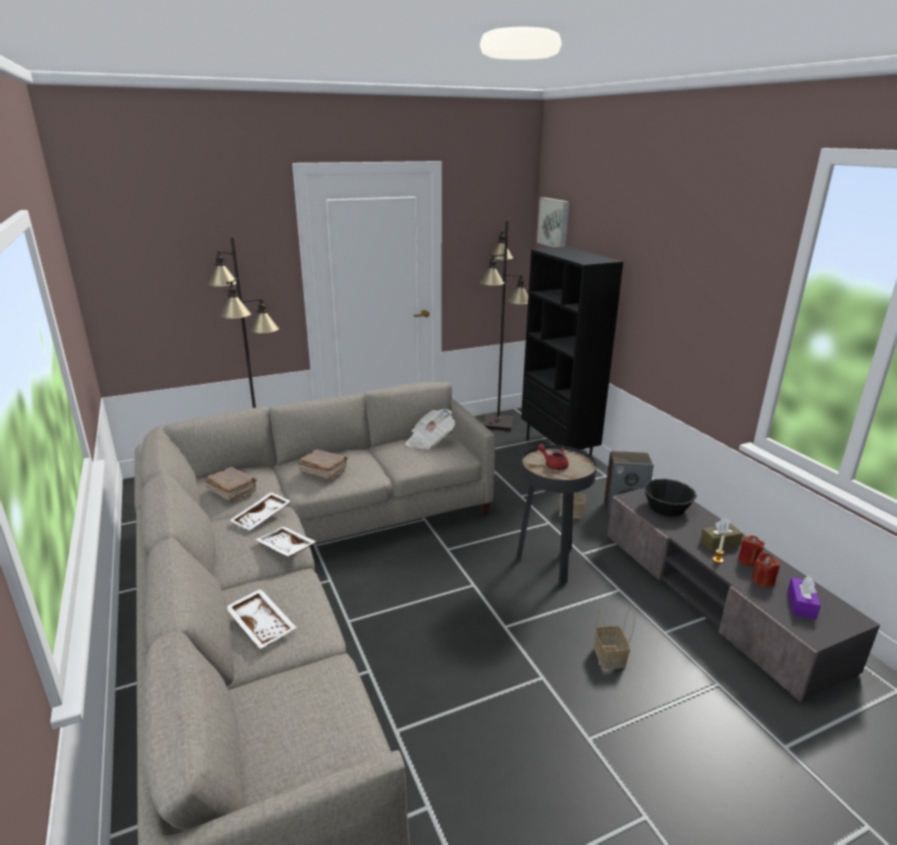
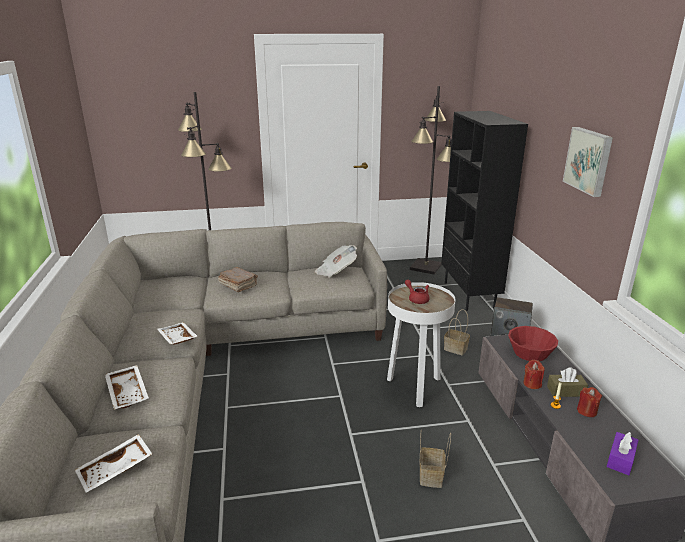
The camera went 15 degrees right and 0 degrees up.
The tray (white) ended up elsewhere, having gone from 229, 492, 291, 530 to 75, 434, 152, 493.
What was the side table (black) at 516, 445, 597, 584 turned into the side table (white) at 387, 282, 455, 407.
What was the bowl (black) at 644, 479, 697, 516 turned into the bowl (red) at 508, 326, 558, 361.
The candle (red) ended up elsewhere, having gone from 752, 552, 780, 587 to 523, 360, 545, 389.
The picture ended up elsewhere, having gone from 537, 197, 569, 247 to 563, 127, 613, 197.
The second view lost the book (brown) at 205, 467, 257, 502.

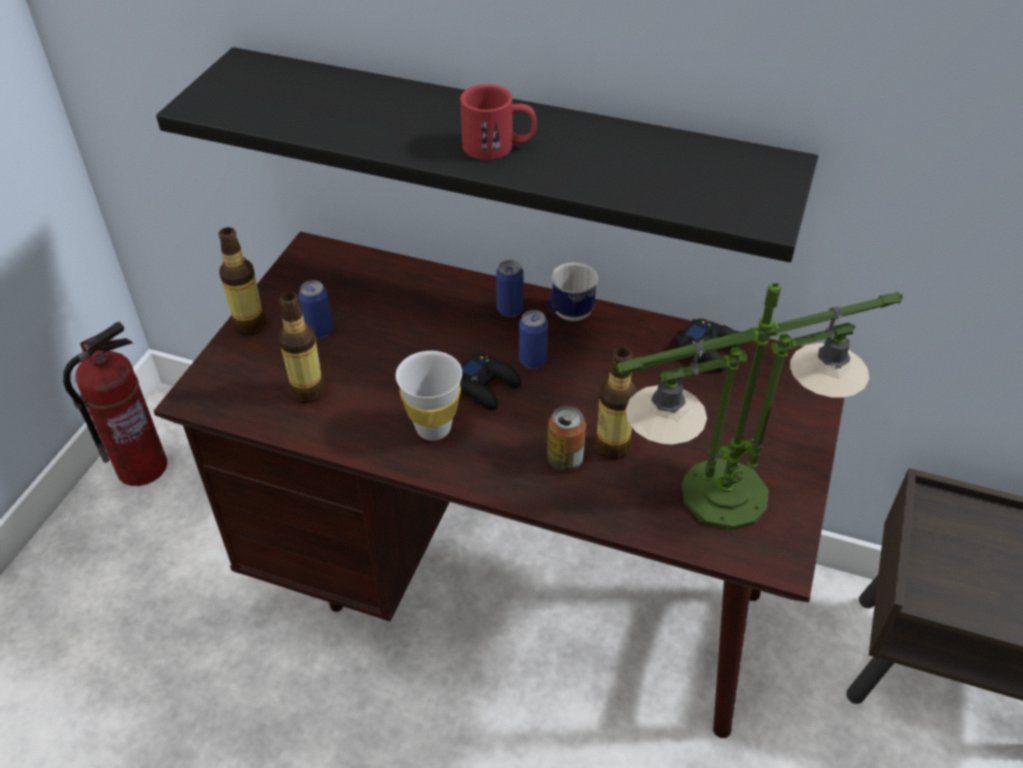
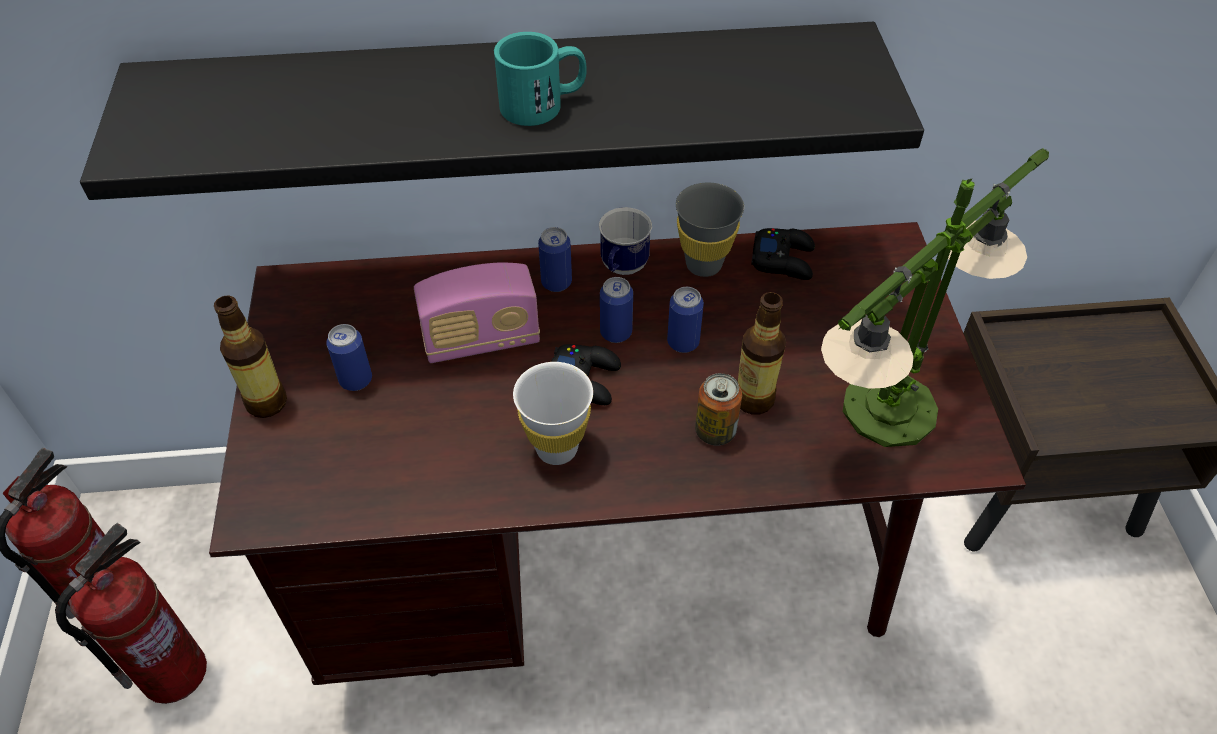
The camera went 25 degrees left and 5 degrees up.
The second view gained the fire extinguisher at 55, 523, 207, 704.
The second view gained the radio at 414, 263, 540, 363.
What was the mug (red) at 460, 84, 537, 160 turned into the mug (turquoise) at 494, 32, 587, 126.
The second view gained the can at 667, 287, 704, 353.
The second view gained the cup (grey) at 676, 183, 744, 277.
The second view lost the bottle at 278, 292, 325, 403.

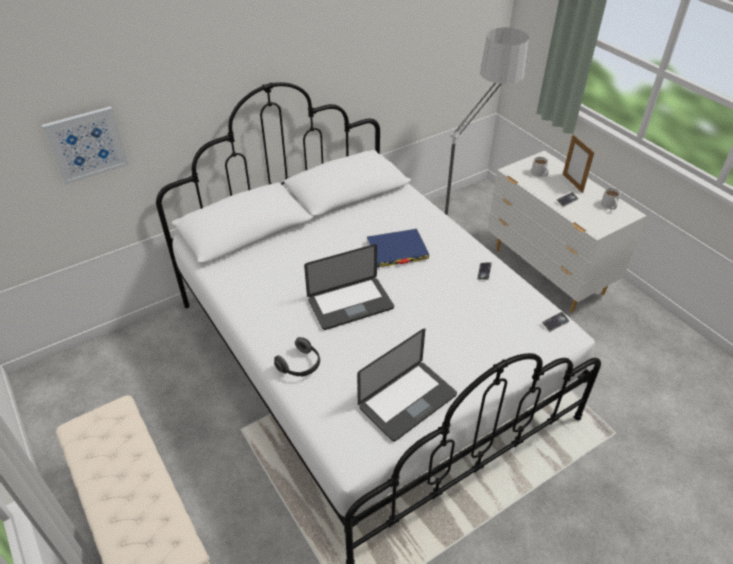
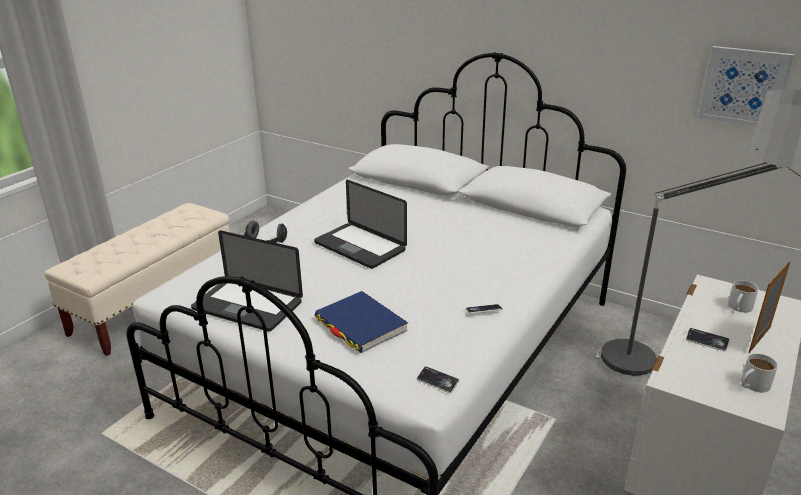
The camera went 65 degrees right and 15 degrees down.
The book (blue) ended up elsewhere, having gone from 367, 229, 429, 267 to 315, 291, 408, 353.
The picture ended up elsewhere, having gone from 42, 106, 129, 185 to 698, 46, 794, 126.

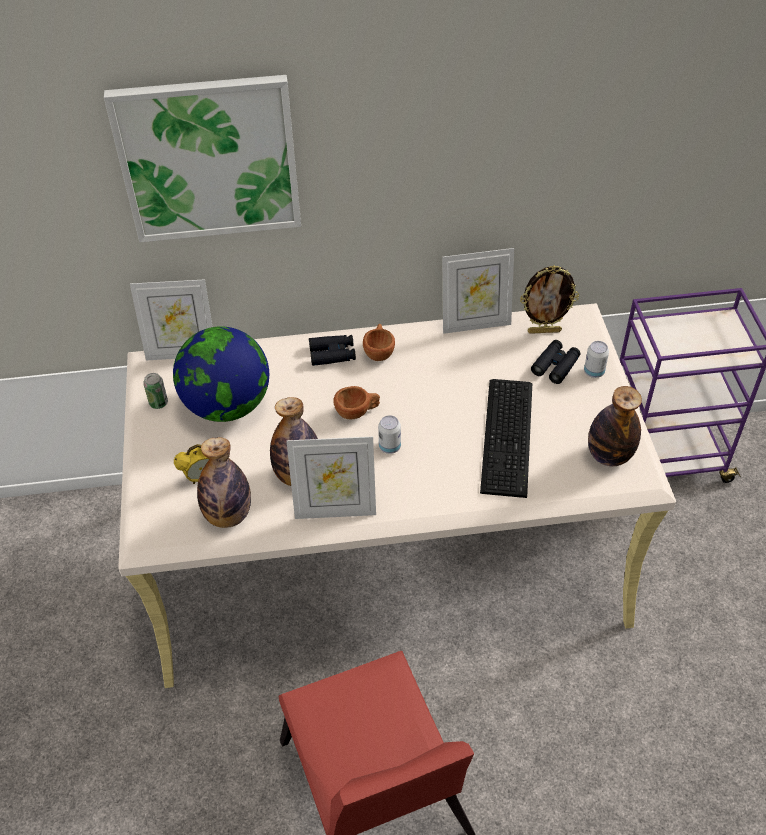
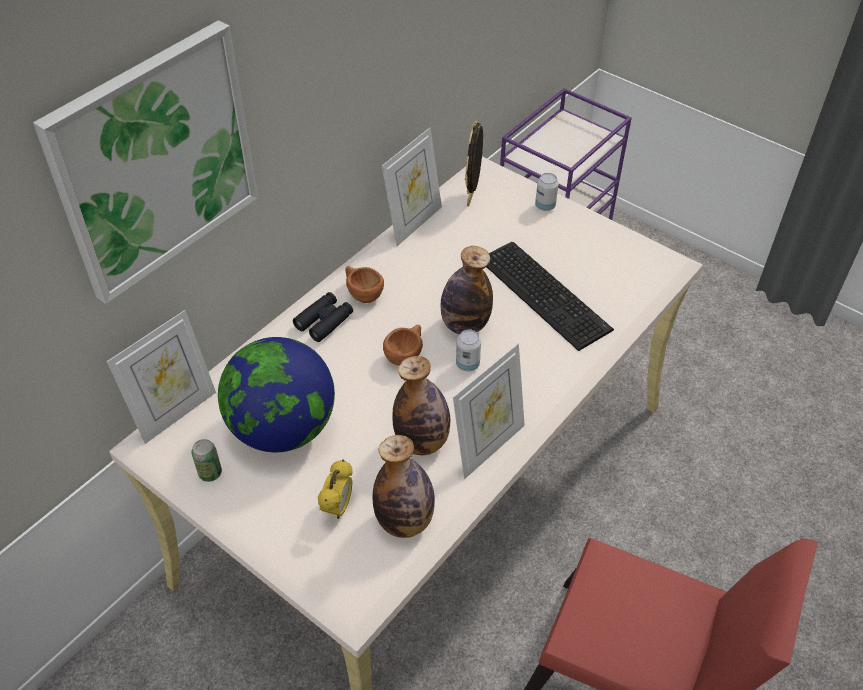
The camera went 45 degrees left and 0 degrees up.
The bottle ended up elsewhere, having gone from 588, 386, 642, 466 to 441, 246, 493, 334.
The picture frame at 520, 265, 579, 334 ended up facing another way, 150 degrees clockwise from before.
The second view lost the binoculars (black) at 531, 340, 580, 384.

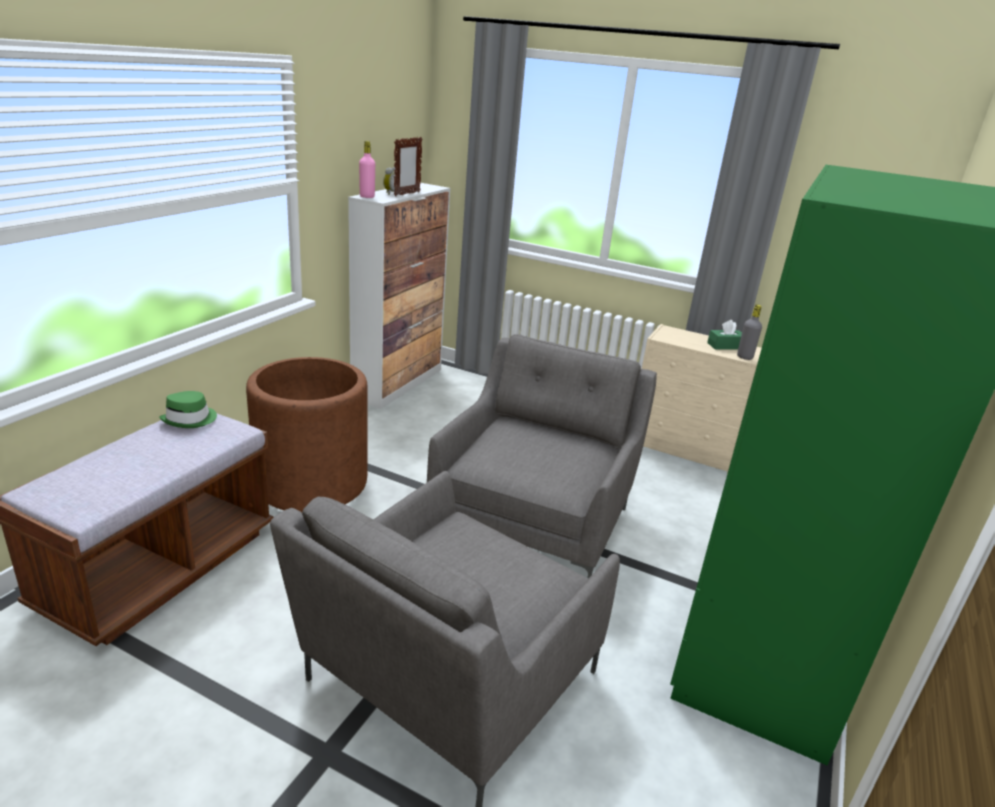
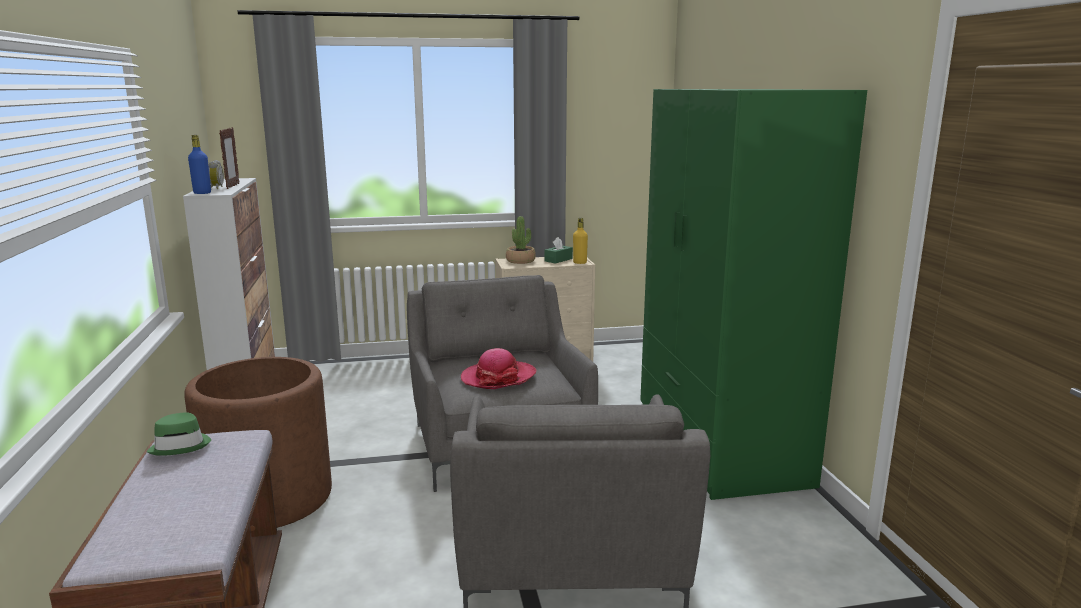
The camera went 35 degrees left and 10 degrees down.
What was the bottle (pink) at 359, 141, 375, 198 turned into the bottle (blue) at 188, 135, 211, 194.
The second view gained the hat at 461, 348, 536, 389.
The second view gained the potted plant at 506, 216, 536, 264.
What was the bottle (grey) at 737, 305, 762, 360 turned into the bottle (yellow) at 573, 218, 588, 264.

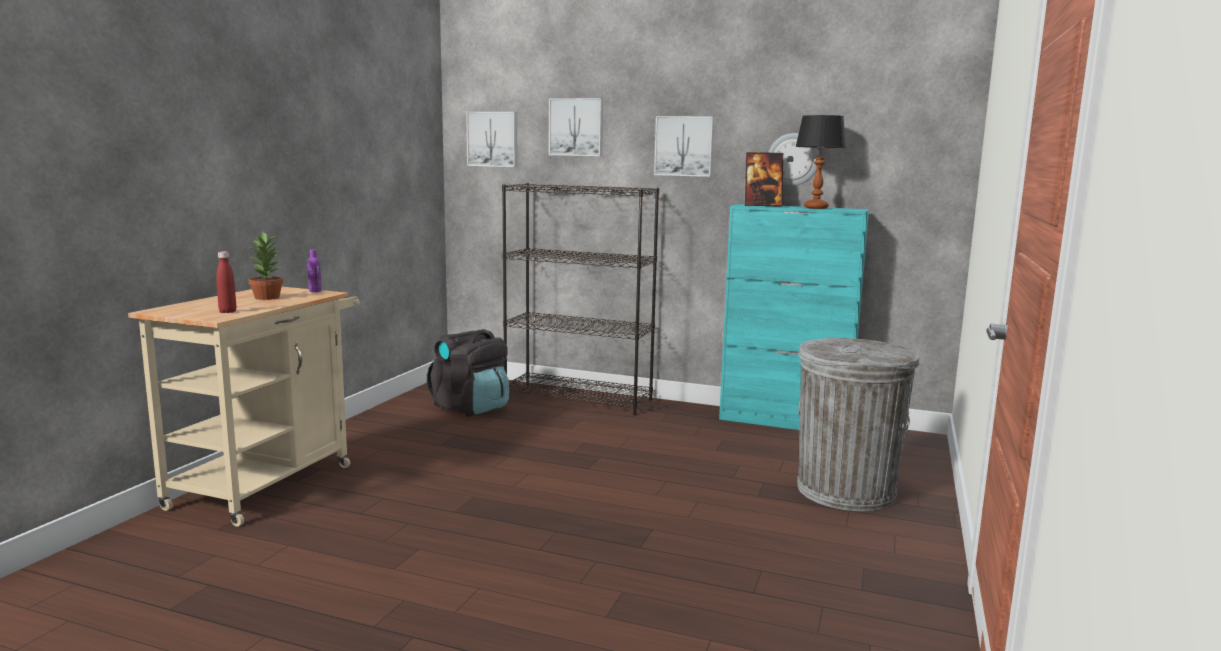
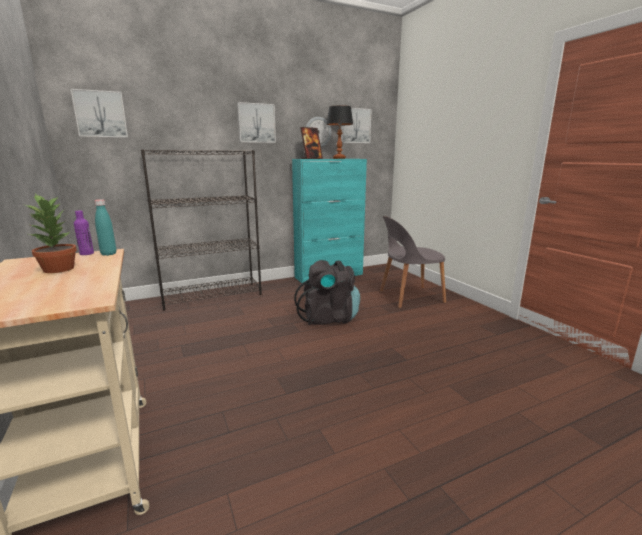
The camera went 45 degrees left and 5 degrees up.
The second view gained the bottle (turquoise) at 95, 199, 116, 256.
The backpack (black) ended up elsewhere, having gone from 427, 329, 509, 416 to 294, 260, 360, 325.
The picture ended up elsewhere, having gone from 549, 98, 603, 156 to 341, 108, 372, 143.
Where the trash can (grey) stood at 797, 338, 920, 511, the chair (grey) came to stand at 380, 216, 446, 308.
The second view lost the bottle (red) at 216, 251, 236, 313.

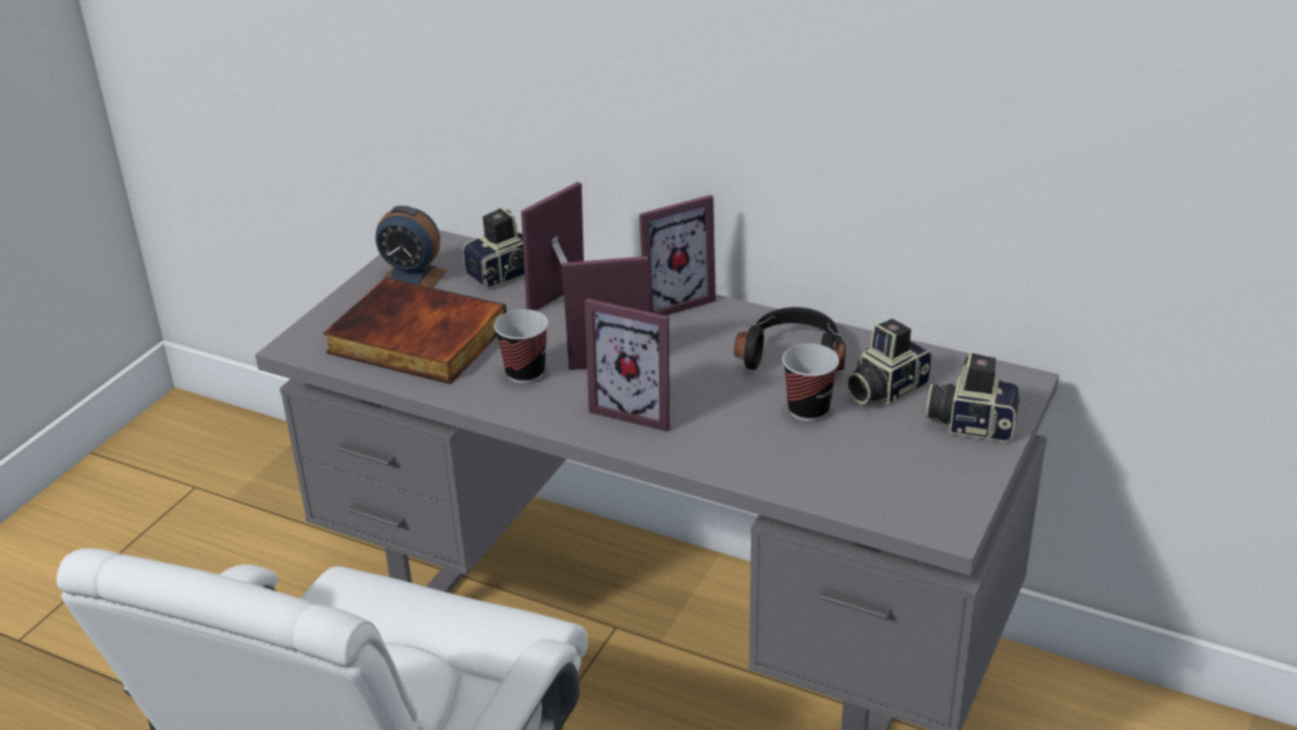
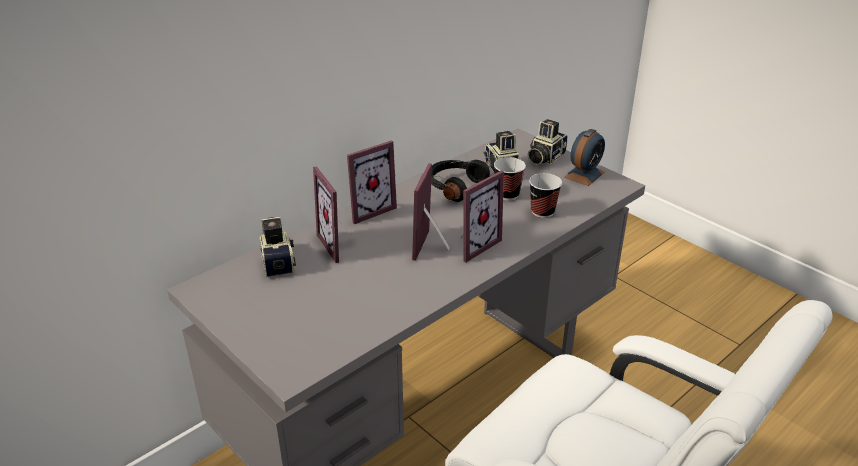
The camera went 70 degrees left and 0 degrees up.
The picture frame at 639, 195, 716, 316 ended up facing another way, 60 degrees clockwise from before.
The cup ended up elsewhere, having gone from 494, 309, 548, 384 to 529, 173, 562, 218.
The alarm clock ended up elsewhere, having gone from 375, 206, 447, 288 to 564, 129, 605, 186.
The second view lost the book at 324, 277, 507, 384.

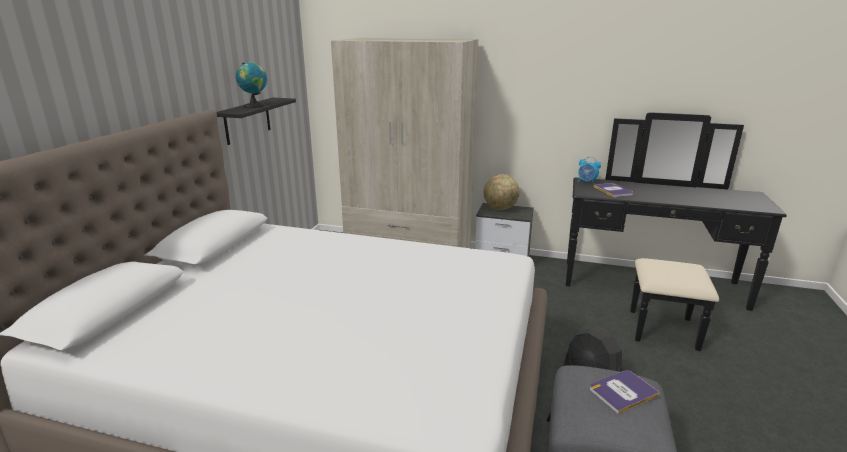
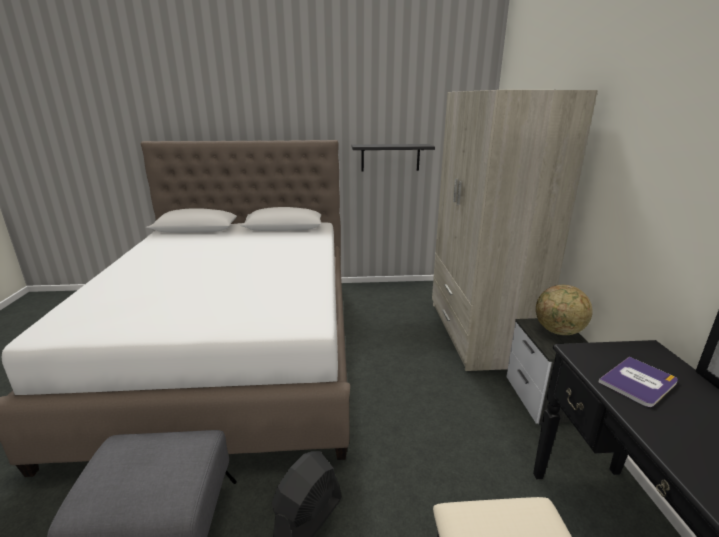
The camera went 70 degrees right and 0 degrees up.
The second view lost the globe at 236, 62, 267, 108.
The second view lost the alarm clock at 578, 157, 601, 184.
The second view lost the book at 590, 370, 660, 414.

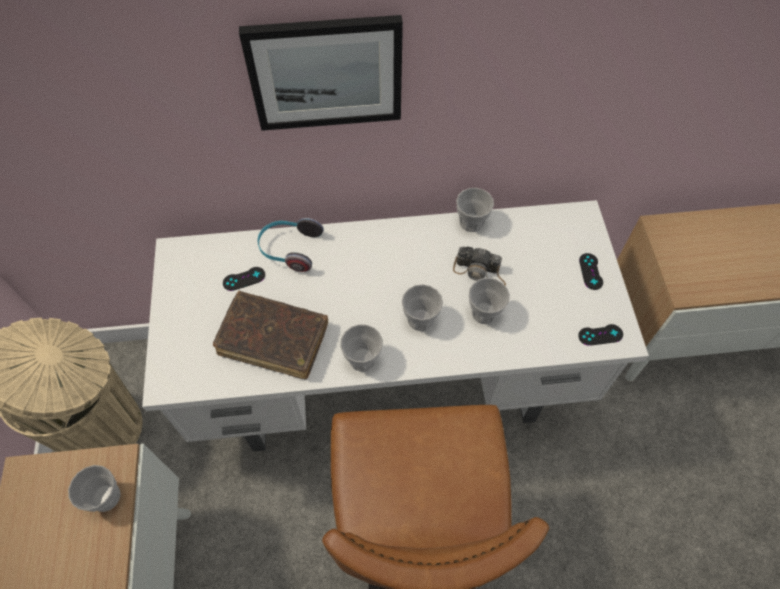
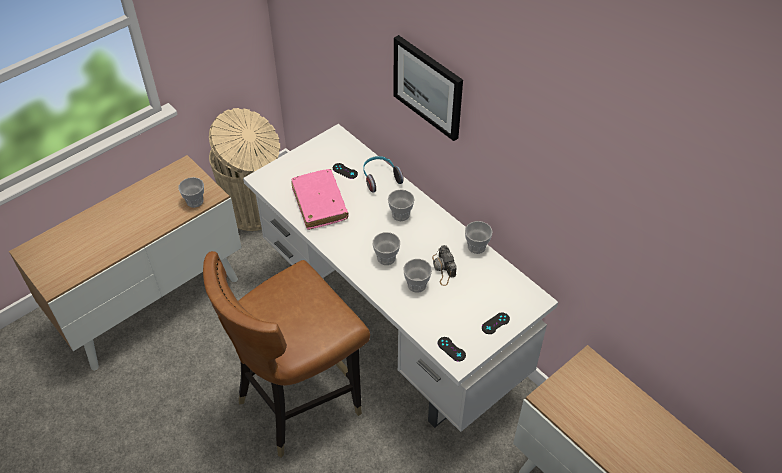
The camera went 55 degrees right and 10 degrees down.
What was the book (brown) at 213, 291, 328, 379 turned into the book (pink) at 291, 169, 349, 230.
The cup ended up elsewhere, having gone from 340, 324, 383, 372 to 388, 189, 415, 221.

